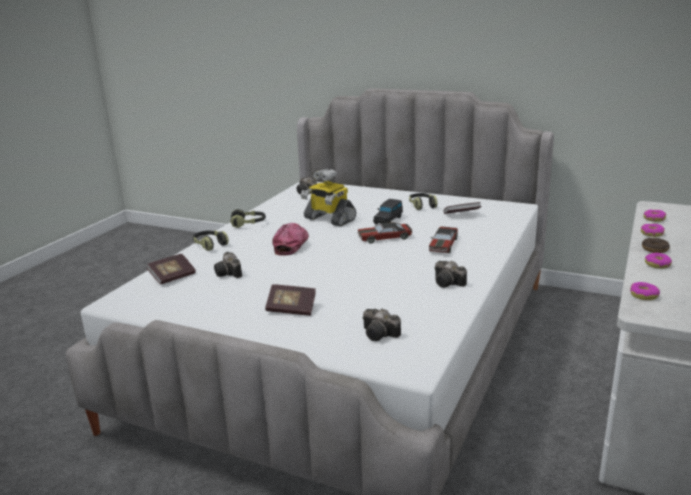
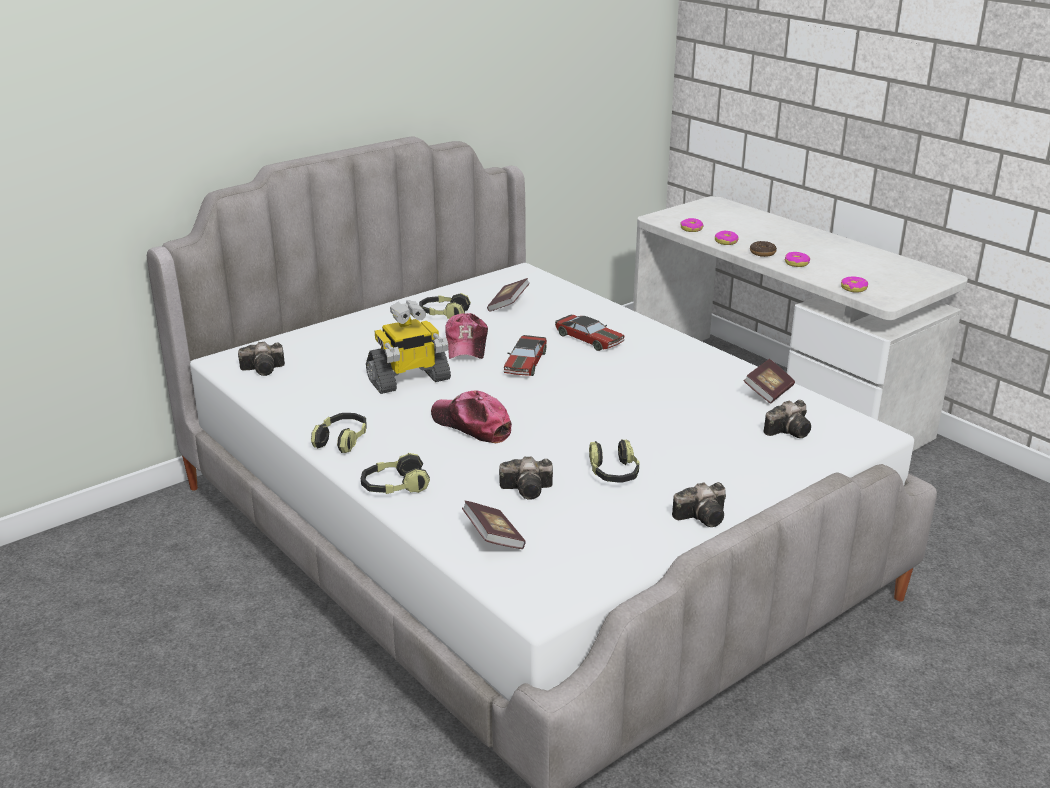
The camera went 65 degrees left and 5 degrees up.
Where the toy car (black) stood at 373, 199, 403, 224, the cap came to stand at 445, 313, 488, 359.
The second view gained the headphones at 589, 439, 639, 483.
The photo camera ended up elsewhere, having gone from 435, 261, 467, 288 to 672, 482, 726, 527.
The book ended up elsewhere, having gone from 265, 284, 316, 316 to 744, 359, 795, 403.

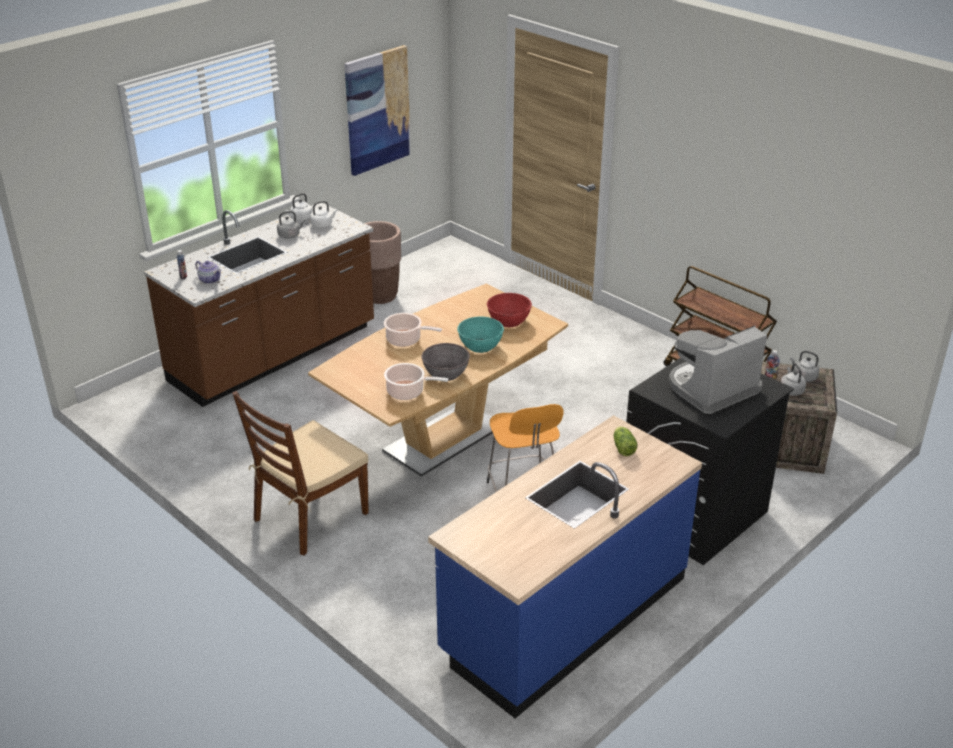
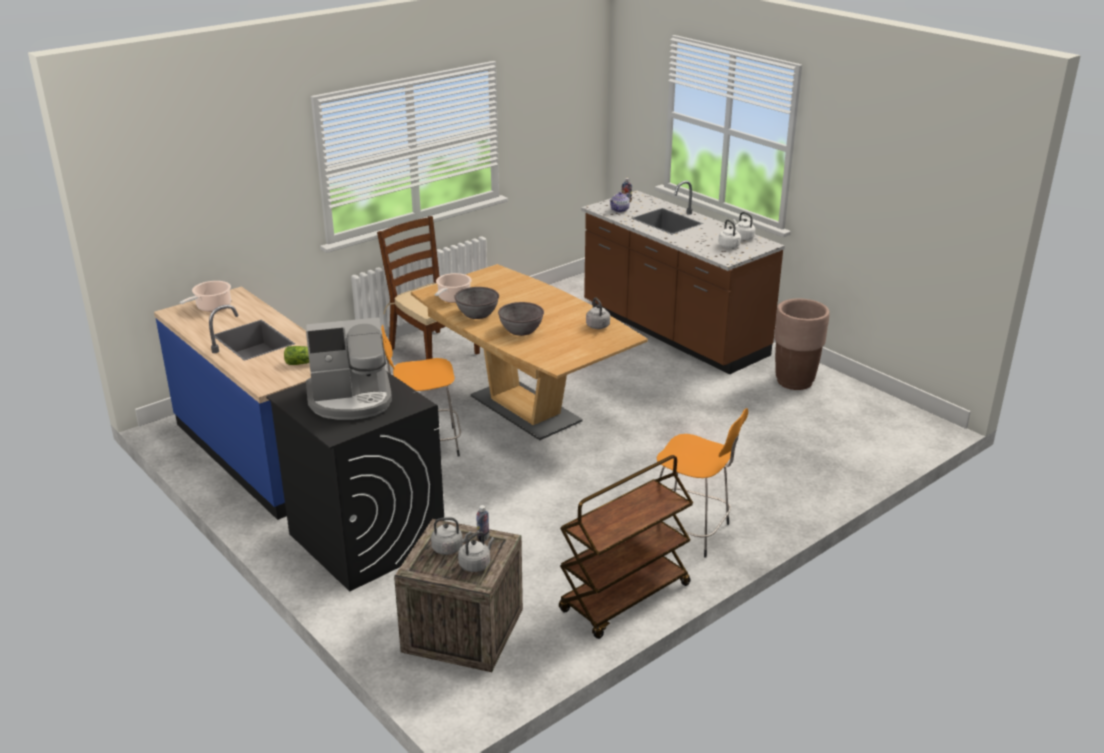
The camera went 95 degrees right and 5 degrees down.
The cooking pot ended up elsewhere, having gone from 384, 313, 442, 347 to 179, 281, 231, 312.
The coffee machine at 669, 326, 767, 414 ended up facing another way, 105 degrees clockwise from before.
What was the bowl (turquoise) at 457, 317, 504, 353 turned into the bowl (grey) at 498, 302, 544, 336.
The kettle (grey) ended up elsewhere, having gone from 277, 211, 305, 239 to 586, 297, 610, 329.
The second view gained the stool (orange) at 657, 408, 748, 558.
The second view lost the picture at 344, 45, 411, 176.
The second view lost the bowl (red) at 487, 293, 532, 327.

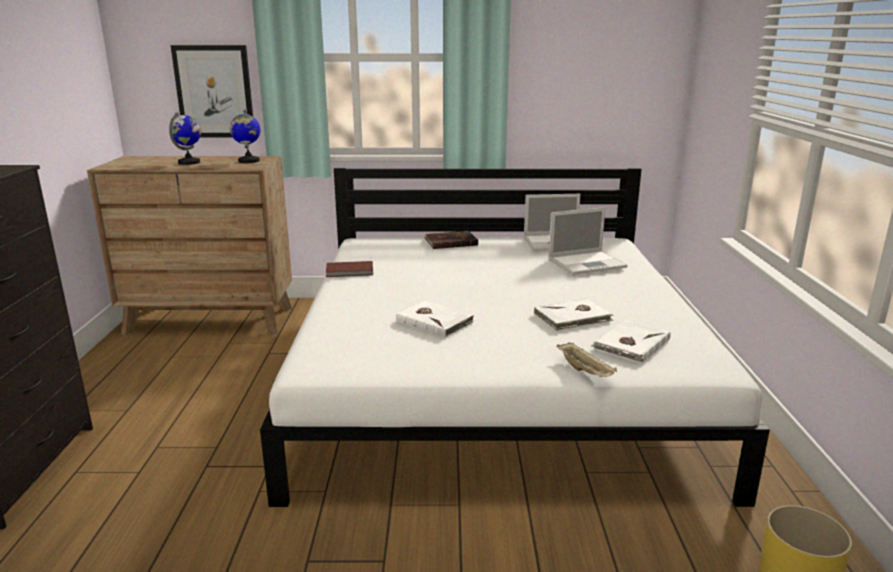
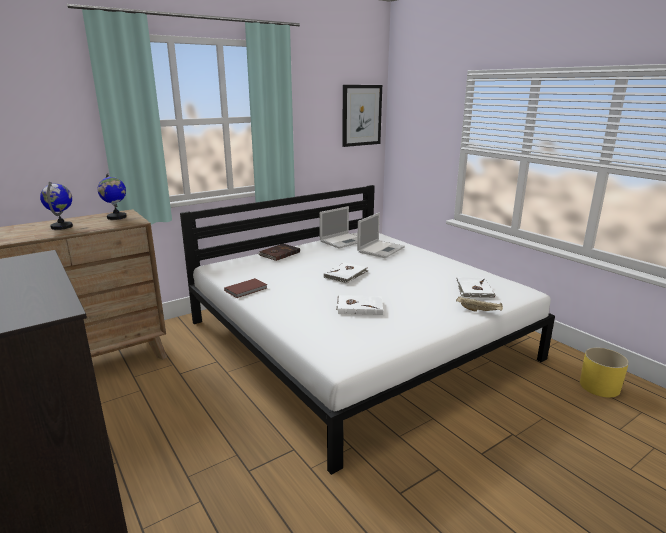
The camera went 35 degrees left and 0 degrees up.
The book (white) ended up elsewhere, having gone from 534, 298, 613, 331 to 323, 262, 369, 284.
The picture ended up elsewhere, having gone from 171, 45, 253, 137 to 342, 85, 382, 147.

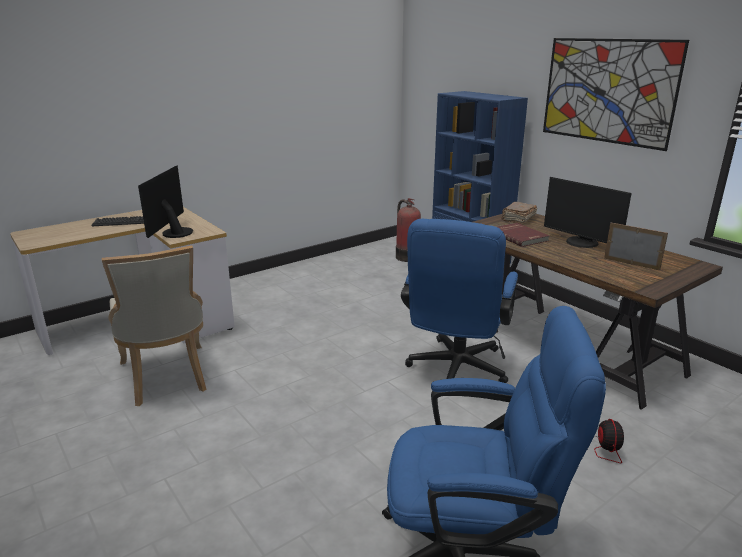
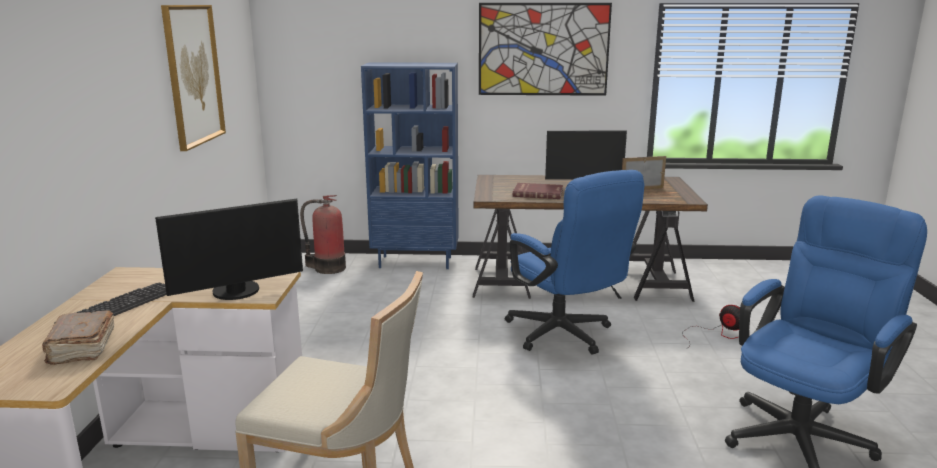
The camera went 50 degrees left and 5 degrees down.
The book (brown) ended up elsewhere, having gone from 501, 202, 537, 224 to 42, 310, 114, 365.
The monitor at 138, 165, 193, 238 ended up facing another way, 75 degrees counterclockwise from before.
The second view gained the picture at 161, 5, 226, 151.

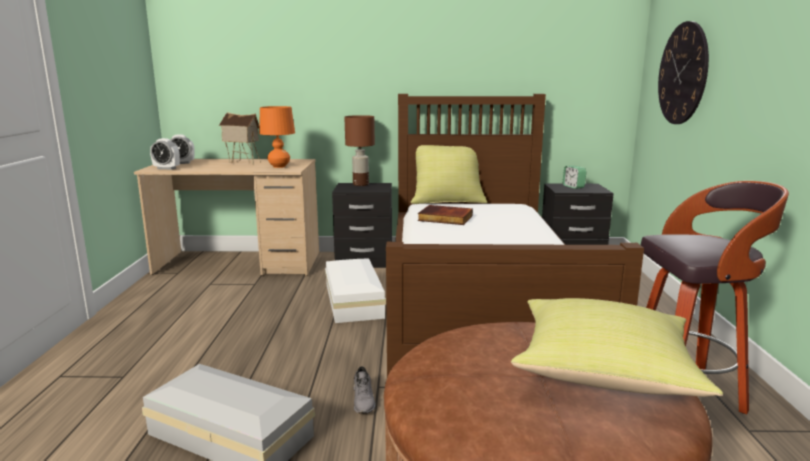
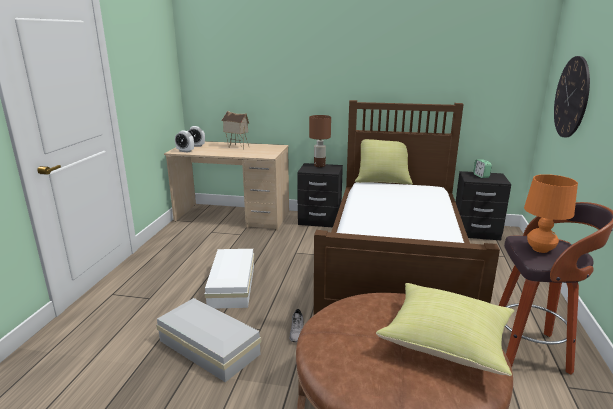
The camera went 10 degrees right and 5 degrees up.
The storage box (white) ended up elsewhere, having gone from 325, 259, 386, 323 to 205, 249, 254, 308.
The table lamp (orange) ended up elsewhere, having gone from 259, 106, 295, 168 to 524, 174, 578, 253.
The second view lost the book at 418, 205, 473, 225.

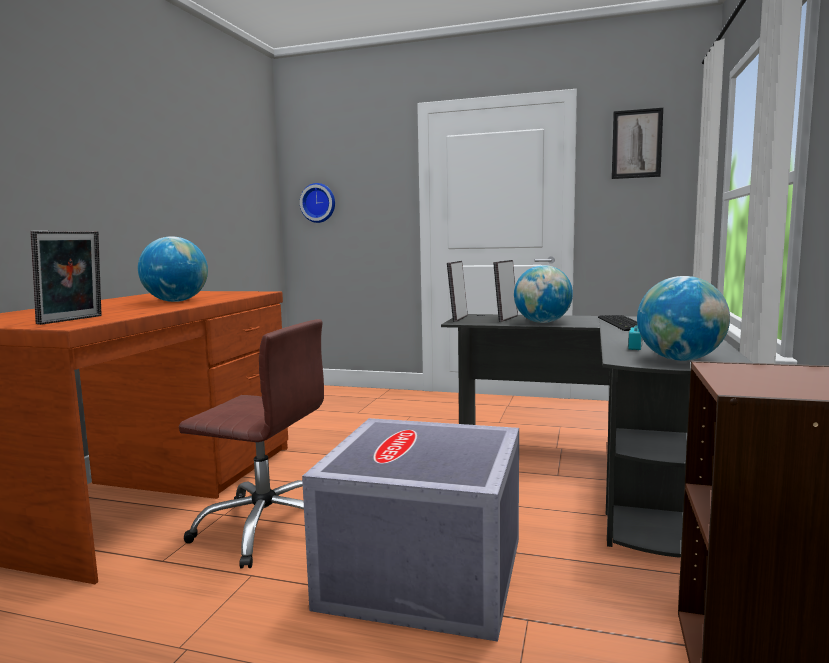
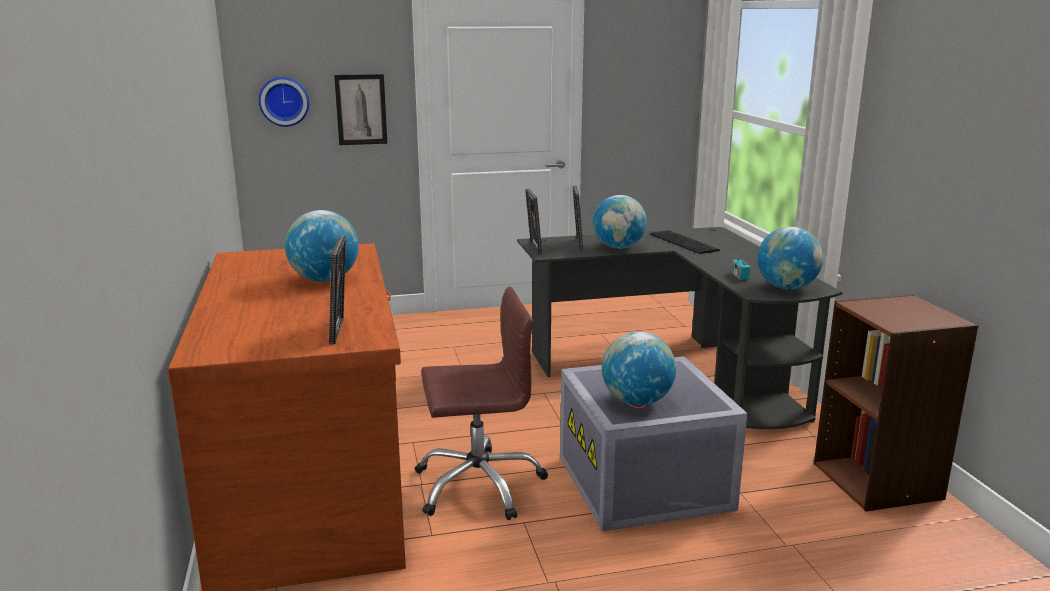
The camera went 30 degrees left and 10 degrees up.
The picture ended up elsewhere, having gone from 612, 107, 663, 179 to 334, 74, 387, 145.
The second view gained the globe at 602, 332, 676, 406.

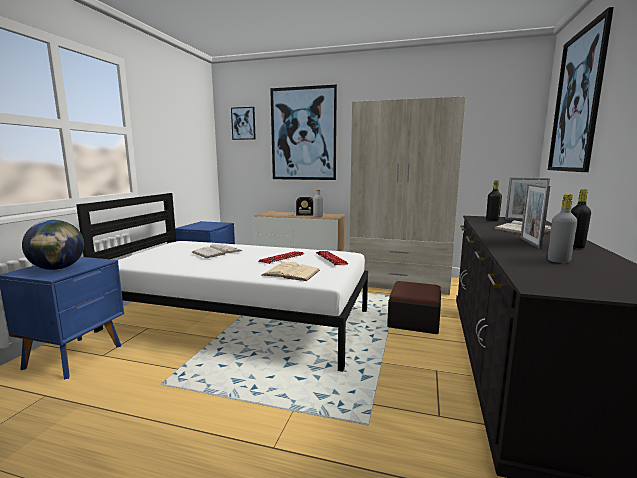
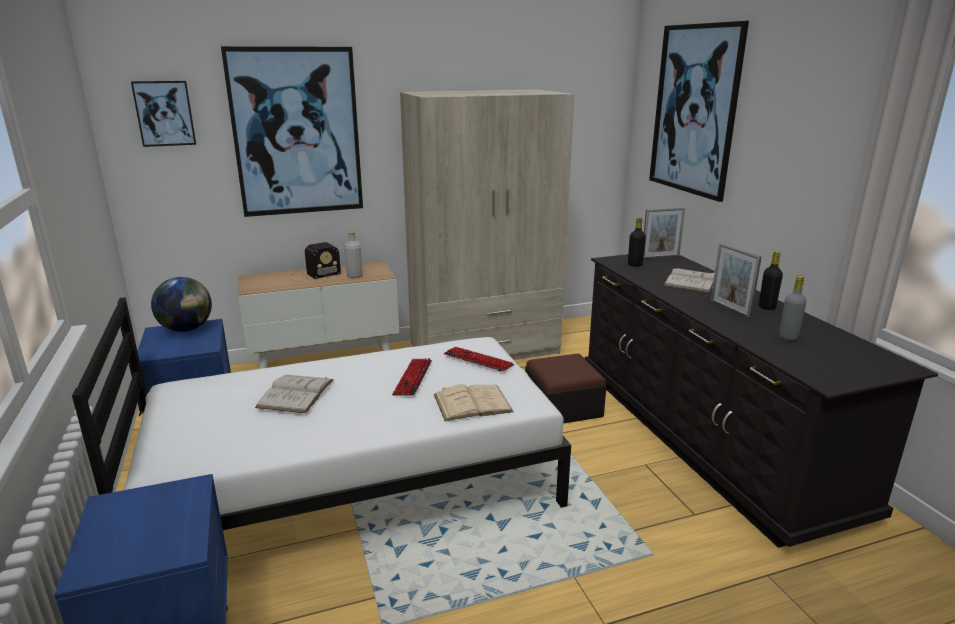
The camera went 35 degrees left and 10 degrees up.
The globe ended up elsewhere, having gone from 22, 220, 84, 270 to 151, 277, 212, 332.

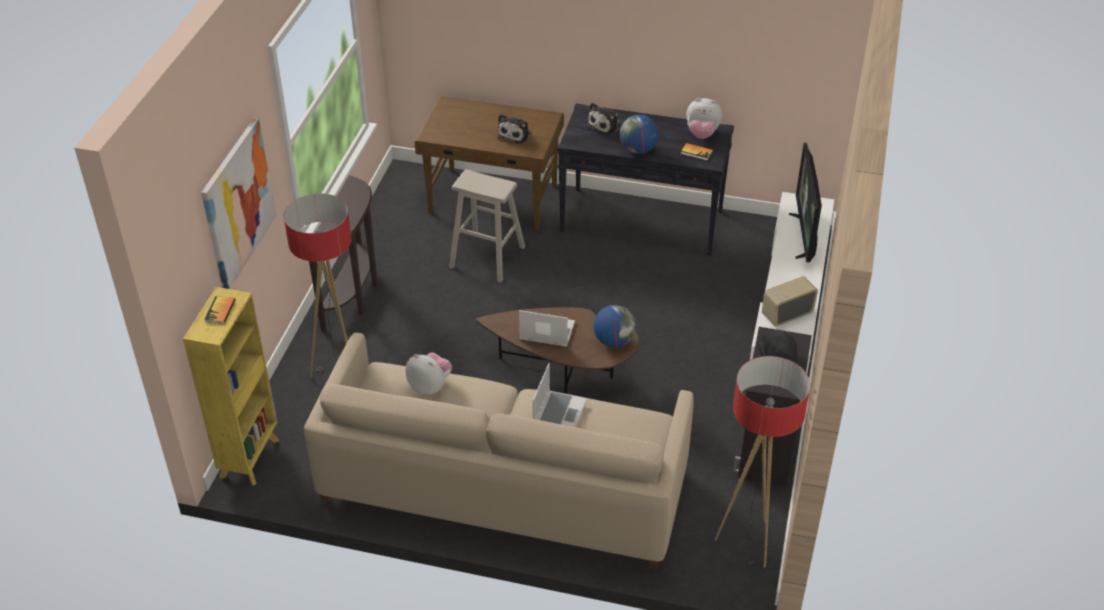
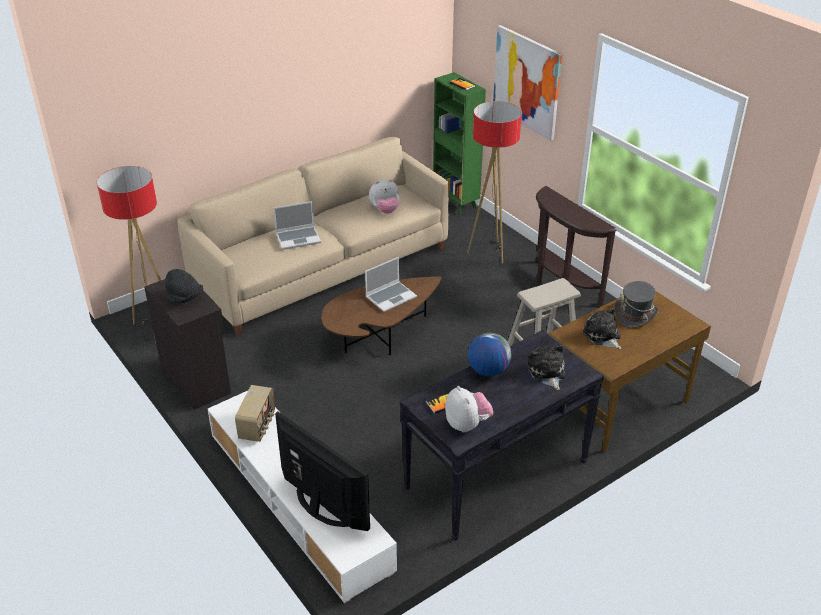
The camera went 130 degrees right and 5 degrees down.
The laptop at 533, 363, 587, 427 ended up facing another way, 75 degrees counterclockwise from before.
What was the bookcase (yellow) at 183, 287, 279, 485 turned into the bookcase (green) at 433, 72, 486, 215.
The plush toy at 687, 98, 723, 139 ended up facing another way, 105 degrees clockwise from before.
The second view gained the hat (grey) at 614, 281, 659, 328.
The second view lost the globe at 593, 305, 636, 347.

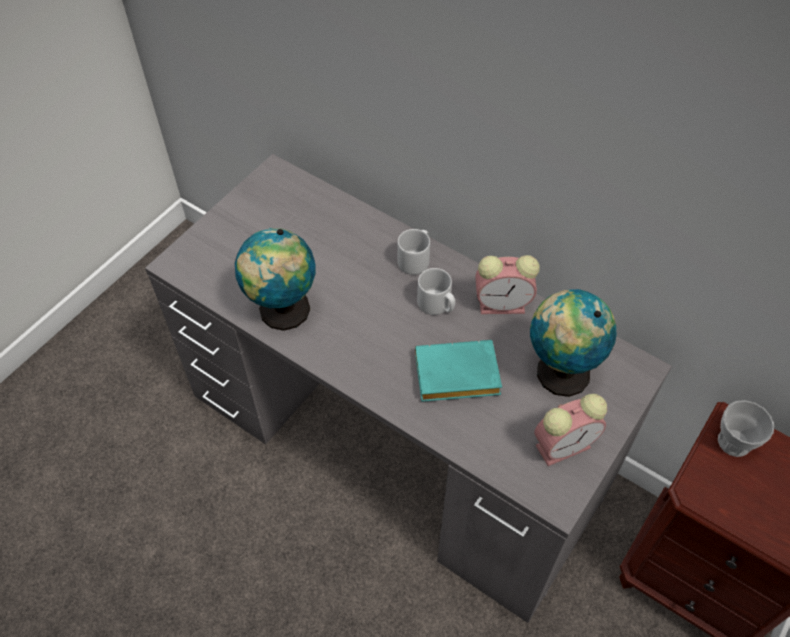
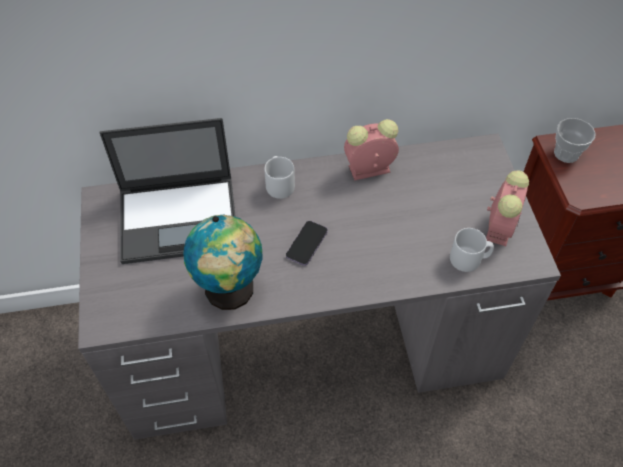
The camera went 45 degrees left and 0 degrees up.
The second view gained the laptop at 100, 118, 236, 264.
The second view gained the phone at 286, 221, 328, 266.
The alarm clock at 475, 255, 539, 314 ended up facing another way, 150 degrees counterclockwise from before.
The mug (grey) ended up elsewhere, having gone from 417, 268, 455, 315 to 450, 228, 494, 272.
The second view lost the book (turquoise) at 415, 340, 502, 402.
The second view lost the globe at 530, 289, 616, 397.

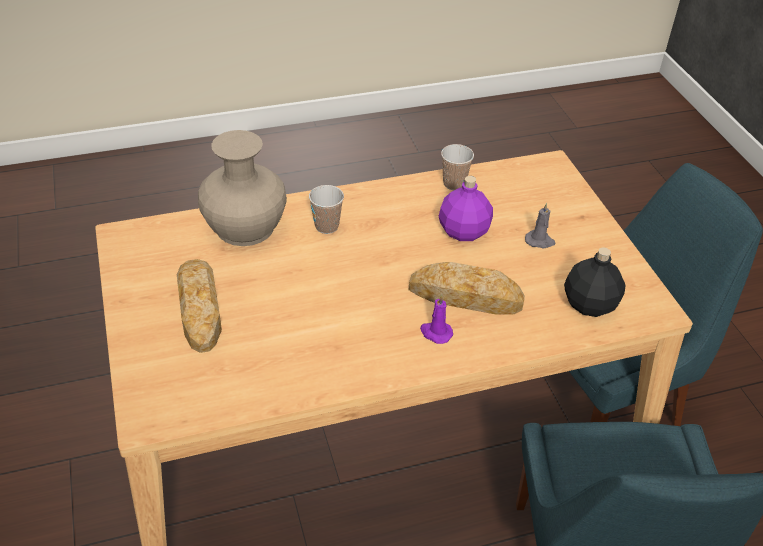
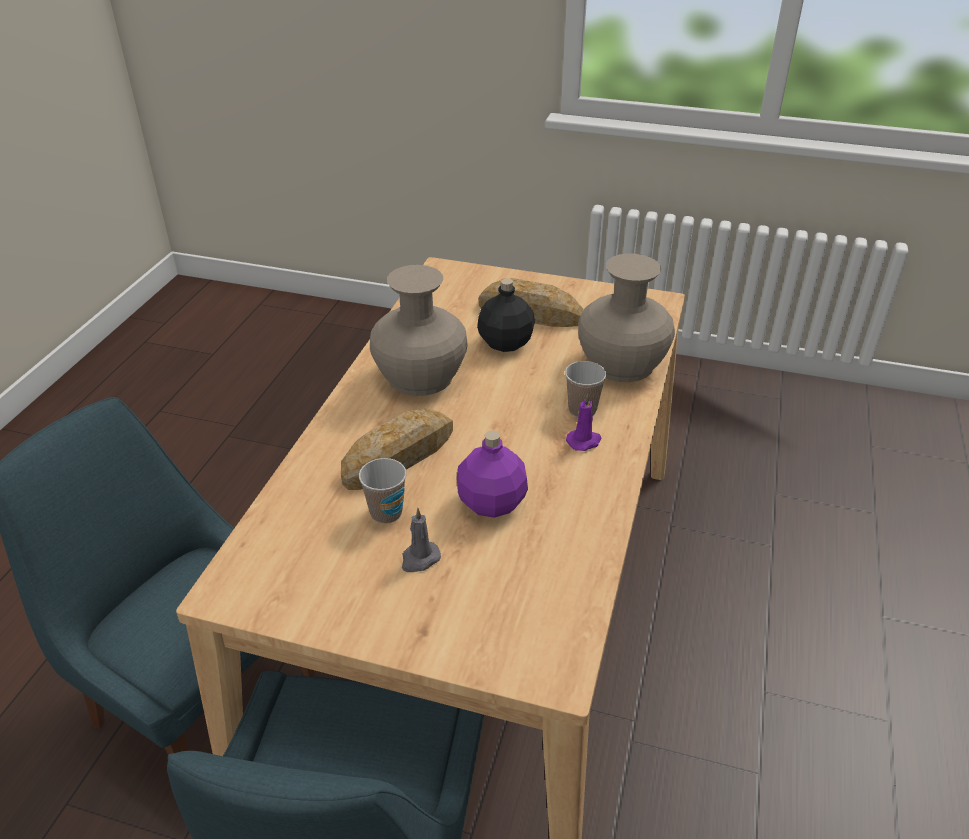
The camera went 125 degrees right and 5 degrees down.
The cup ended up elsewhere, having gone from 441, 144, 474, 190 to 359, 458, 407, 524.
The second view gained the vase (beige) at 370, 265, 468, 396.
The bottle (black) ended up elsewhere, having gone from 564, 247, 626, 317 to 477, 278, 535, 352.
The candle (purple) ended up elsewhere, having gone from 420, 294, 453, 344 to 566, 394, 602, 451.

